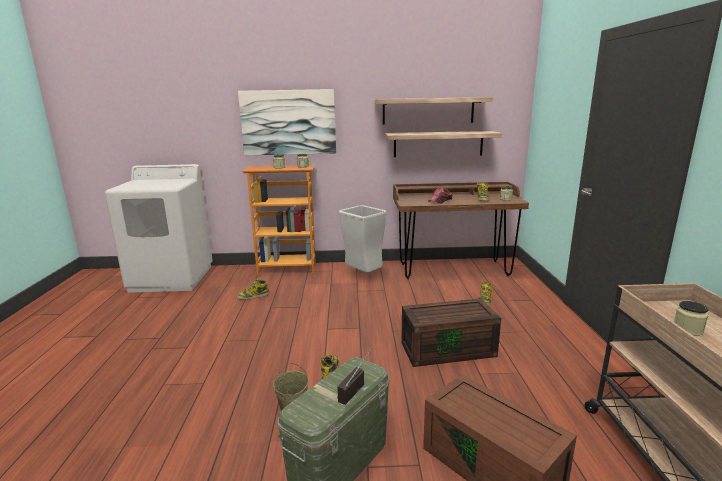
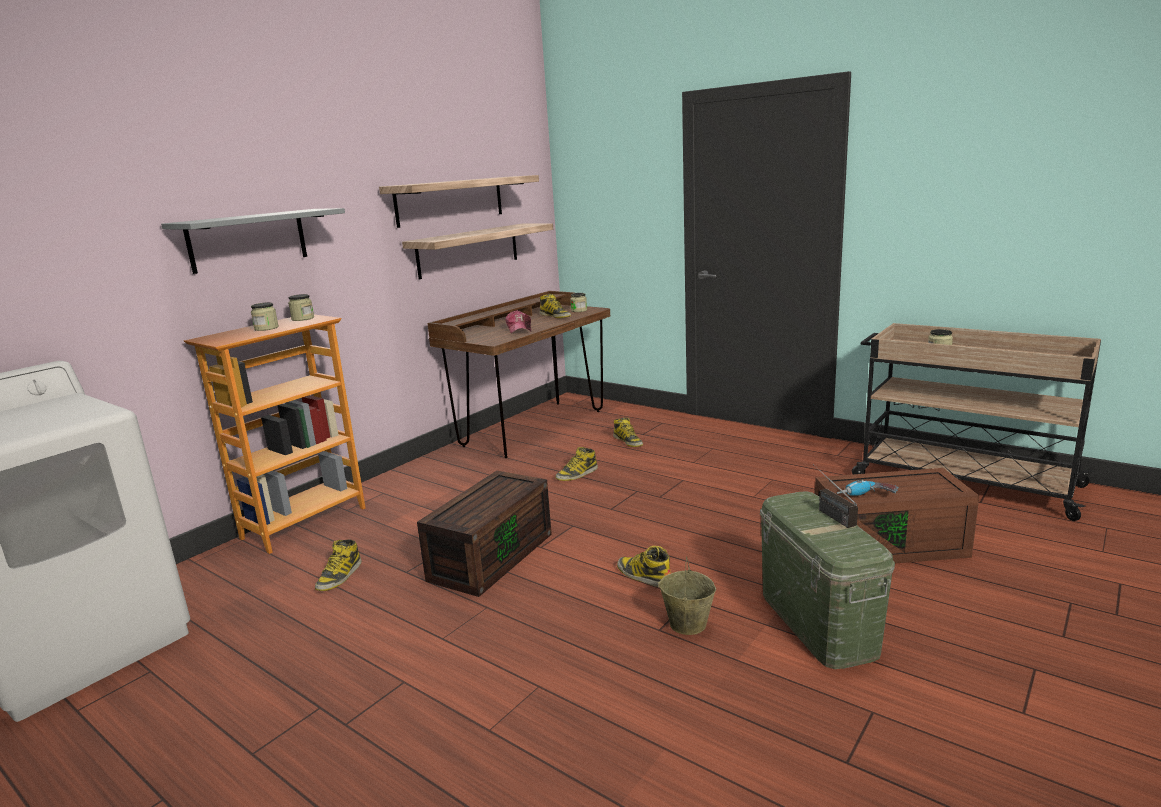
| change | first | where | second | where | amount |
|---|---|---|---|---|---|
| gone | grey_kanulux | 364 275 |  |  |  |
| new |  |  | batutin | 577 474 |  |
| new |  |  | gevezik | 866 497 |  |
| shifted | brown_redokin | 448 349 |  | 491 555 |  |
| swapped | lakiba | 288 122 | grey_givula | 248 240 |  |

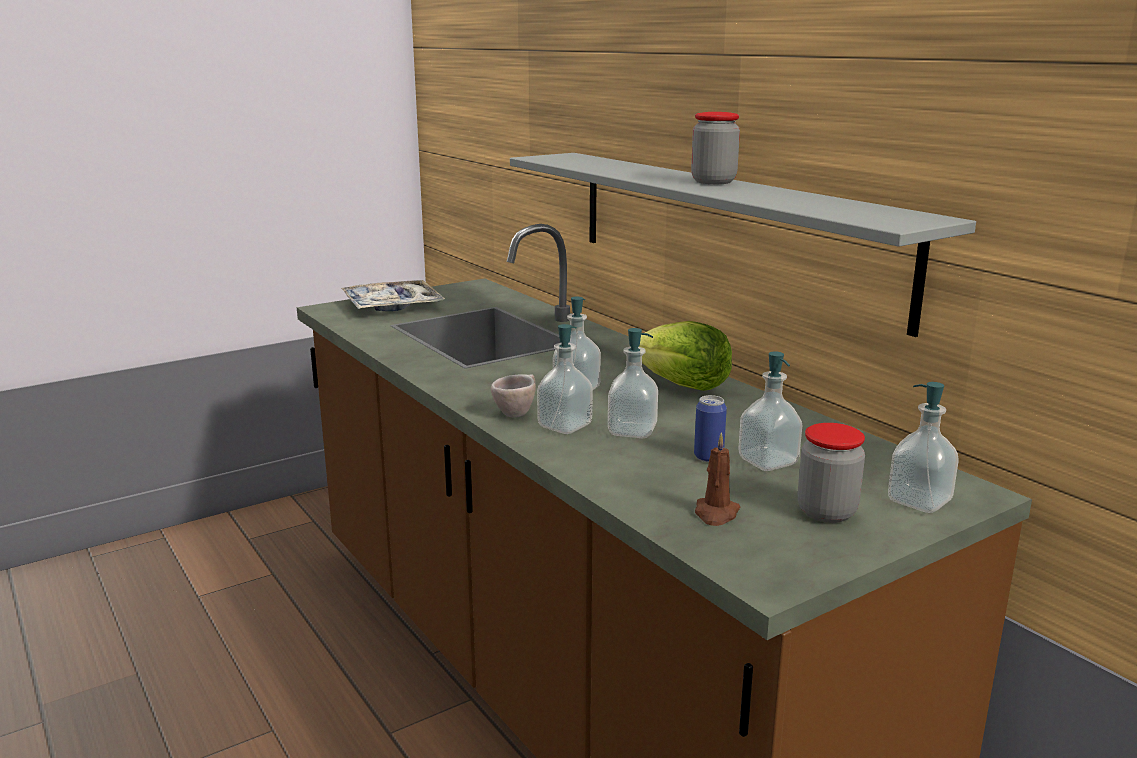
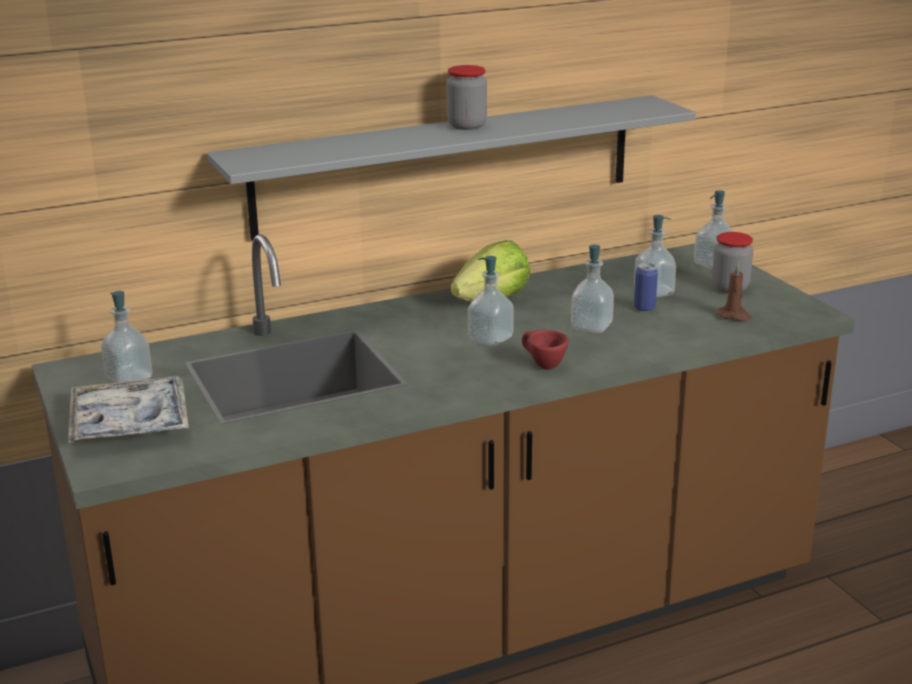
| change | first | where | second | where | amount |
|---|---|---|---|---|---|
| shifted | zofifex | 565 426 |  | 129 378 |  |
| repainted | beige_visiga | 517 413 | red_visiga | 542 365 |  |

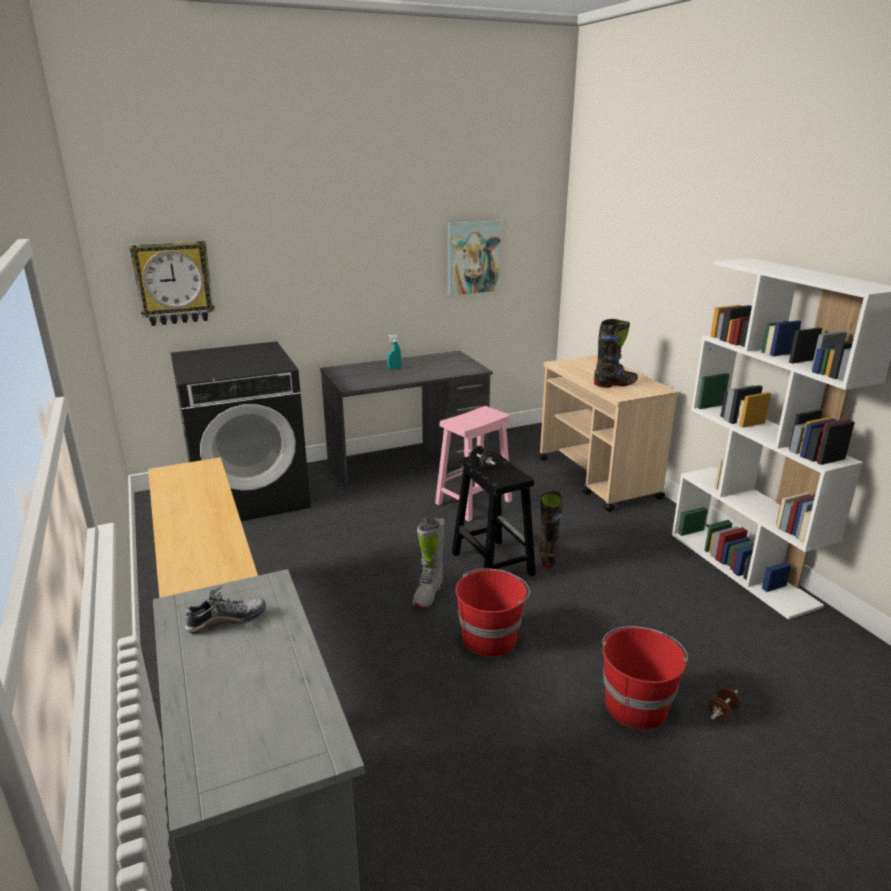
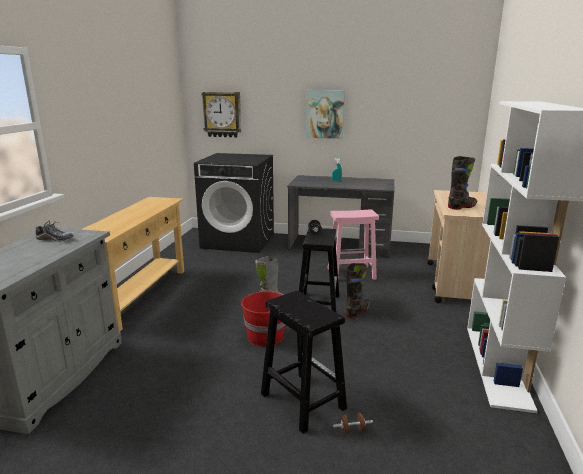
| change | first | where | second | where | amount |
|---|---|---|---|---|---|
| shifted | lakiba | 472 257 |  | 325 114 |  |
| swapped | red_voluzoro | 635 705 | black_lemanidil | 301 401 |  |
| rotated | black_batutin | 615 384 |  | 462 207 | 45 degrees counterclockwise |

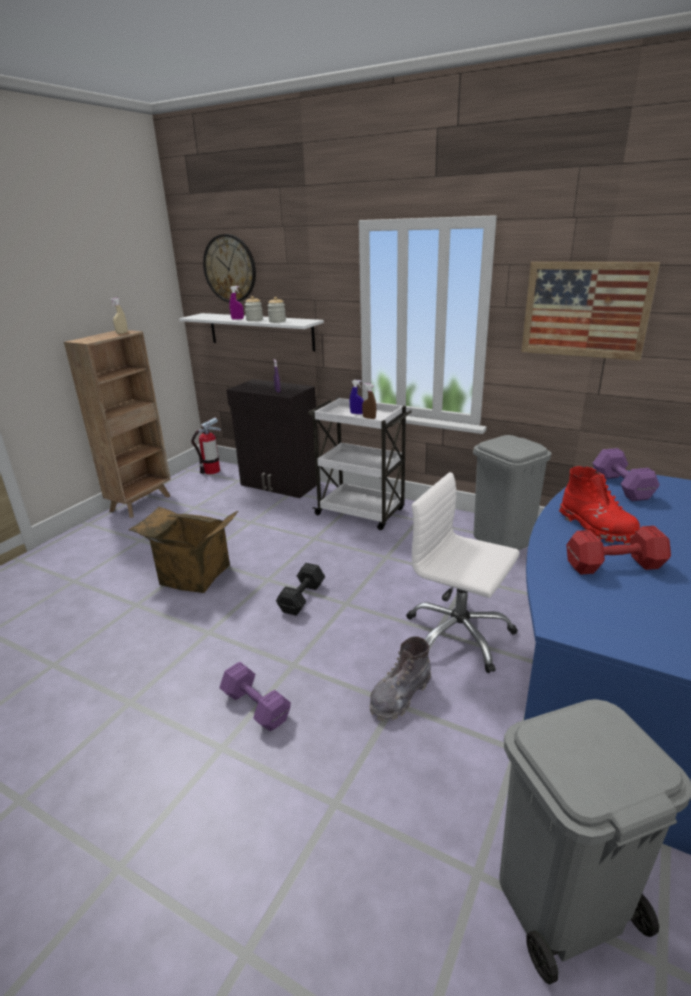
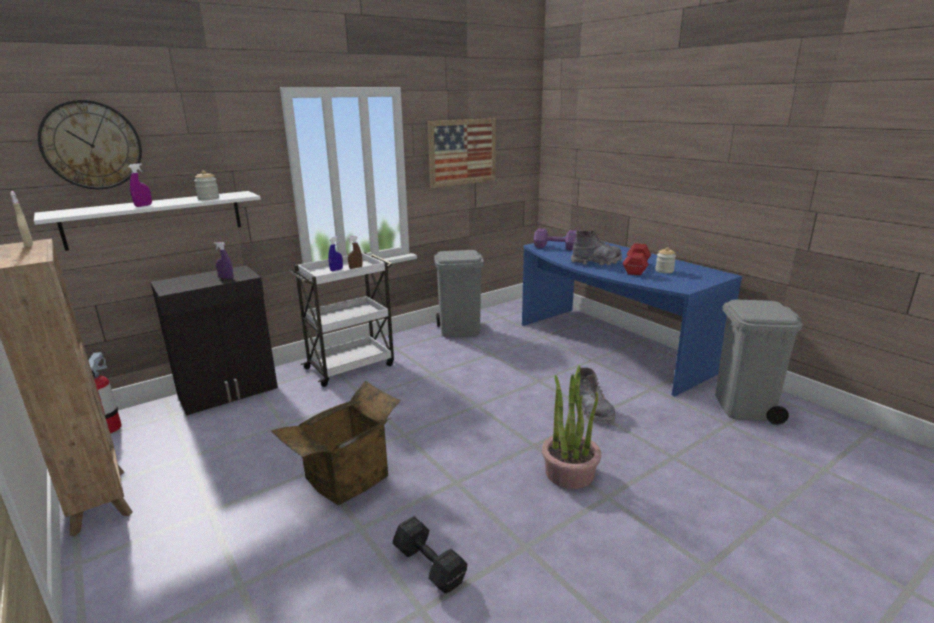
| change | first | where | second | where | amount |
|---|---|---|---|---|---|
| gone | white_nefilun | 458 635 |  |  |  |
| shifted | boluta | 254 320 |  | 664 271 |  |
| shifted | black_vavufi | 303 597 |  | 429 564 |  |
| swapped | purple_vavufi | 255 705 | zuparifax | 569 472 |  |
| repainted | red_batutin | 596 528 | grey_batutin | 596 262 |  |

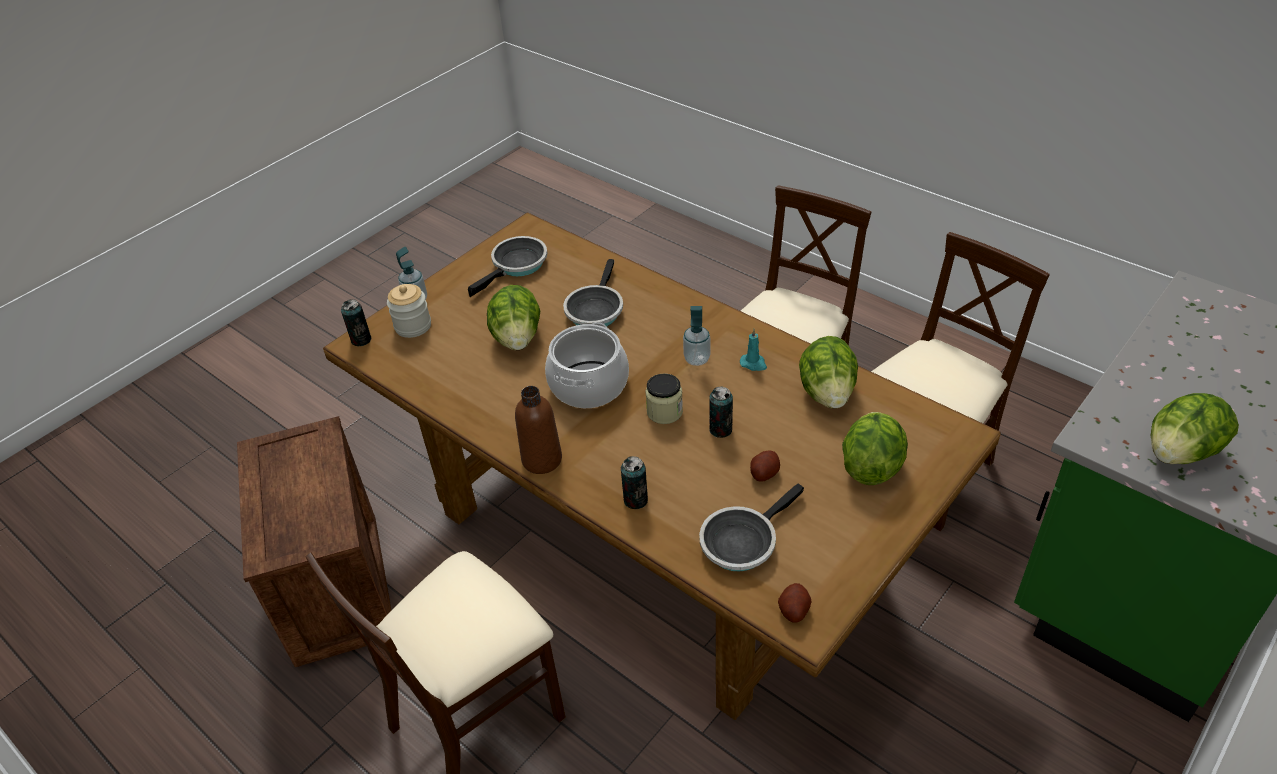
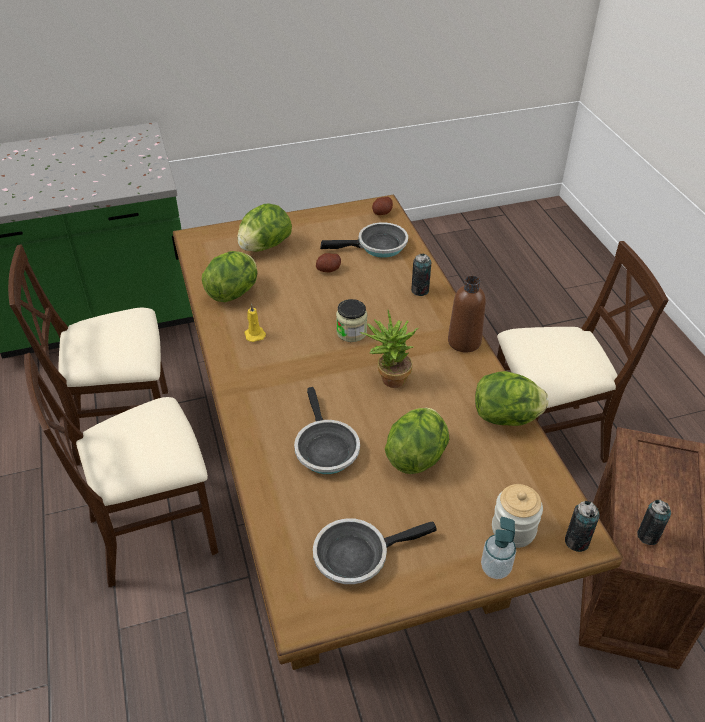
| change | first | where | second | where | amount |
|---|---|---|---|---|---|
| gone | zofifex | 697 359 |  |  |  |
| shifted | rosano | 720 430 |  | 648 536 |  |
| shifted | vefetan | 1180 452 |  | 506 417 |  |
| swapped | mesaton | 589 385 | zuparifax | 388 379 |  |
| repainted | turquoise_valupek | 754 364 | yellow_valupek | 254 334 |  |
| rotated | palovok | 595 310 |  | 325 448 | 120 degrees clockwise |

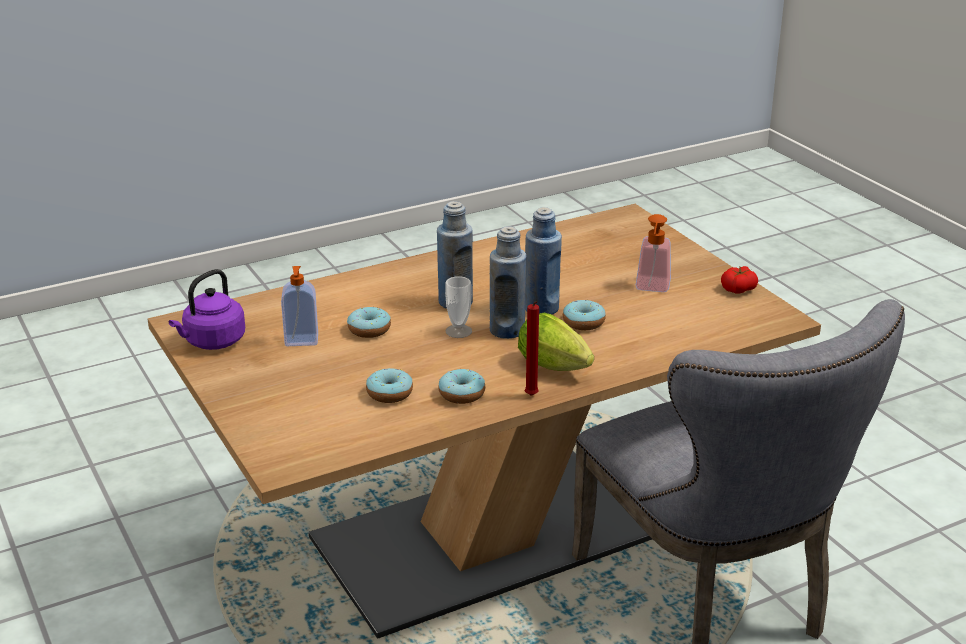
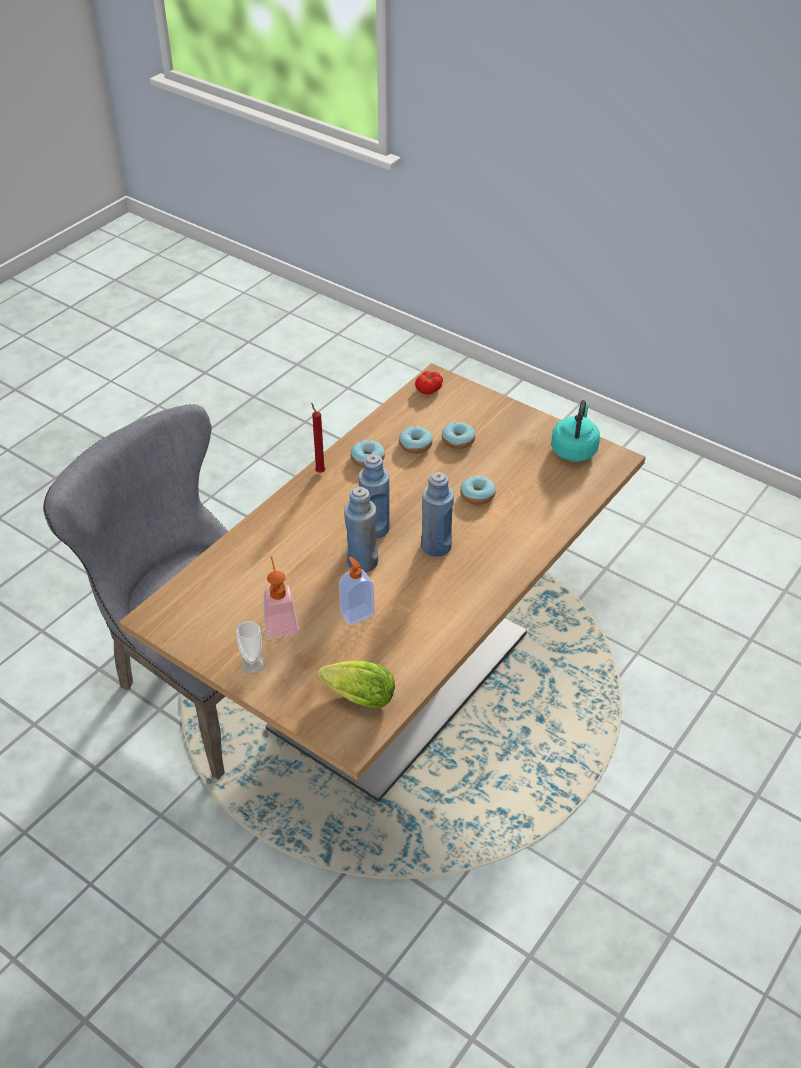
| change | first | where | second | where | amount |
|---|---|---|---|---|---|
| shifted | zofifex | 301 341 |  | 356 613 |  |
| shifted | visiga | 458 331 |  | 253 664 |  |
| shifted | vefetan | 557 368 |  | 355 697 |  |
| shifted | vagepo | 583 322 |  | 458 440 |  |
| shifted | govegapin | 738 289 |  | 429 389 |  |
| repainted | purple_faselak | 212 342 | turquoise_faselak | 574 449 |  |

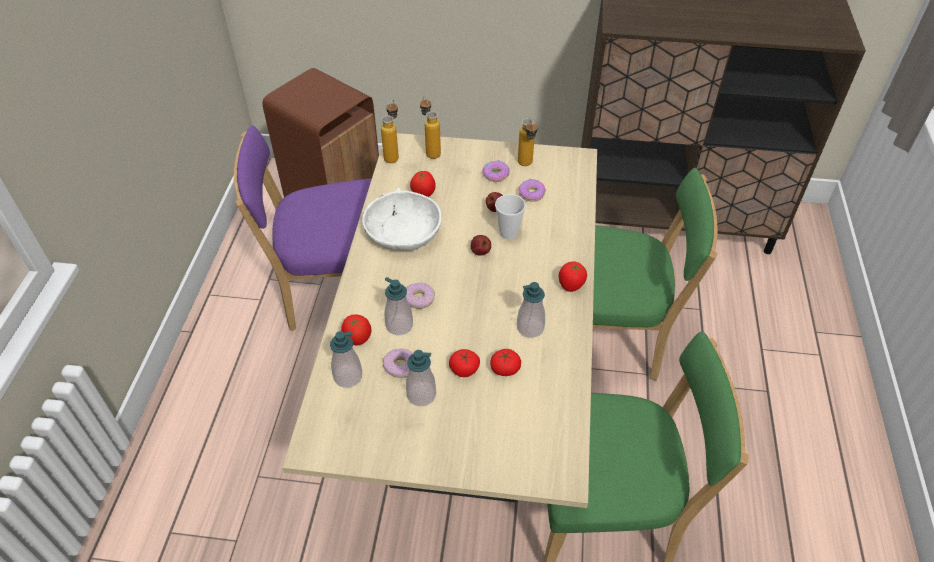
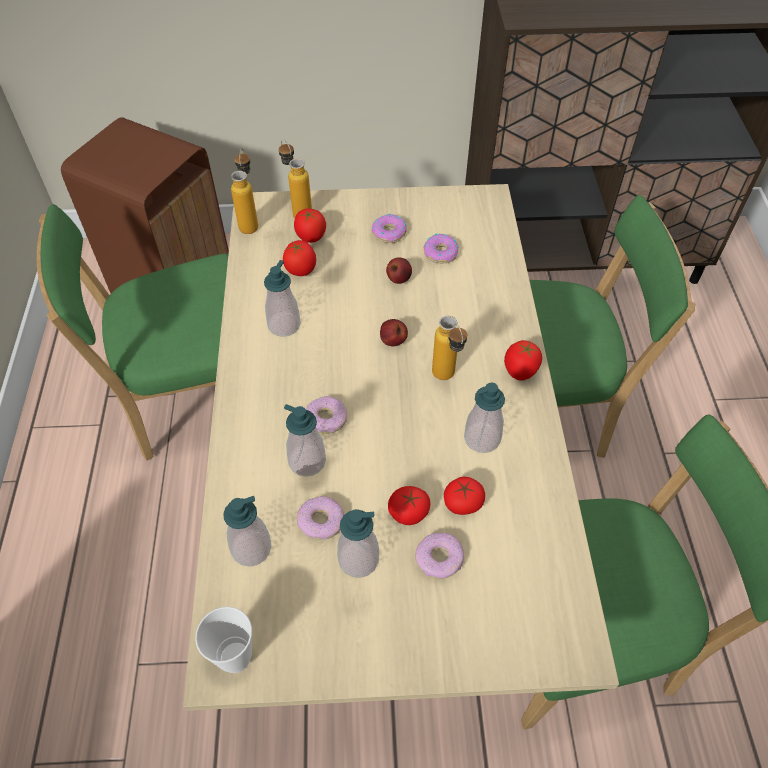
| change | first | where | second | where | amount |
|---|---|---|---|---|---|
| new |  |  | vagepo | 439 559 |  |
| shifted | govegapin | 357 338 |  | 310 237 |  |
| shifted | visiga | 508 233 |  | 235 657 |  |
| shifted | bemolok | 526 166 |  | 447 379 |  |
| swapped | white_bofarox | 402 231 | zofifex | 284 325 |  |
| repainted | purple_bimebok | 332 291 | green_bimebok | 191 400 |  |

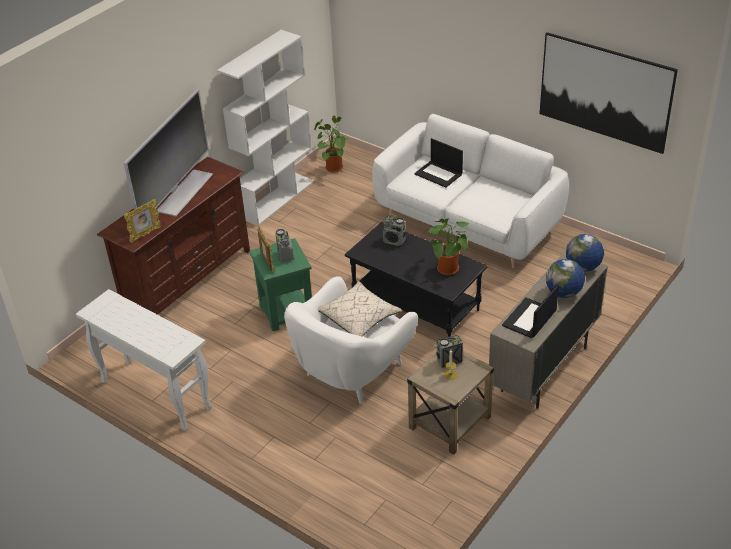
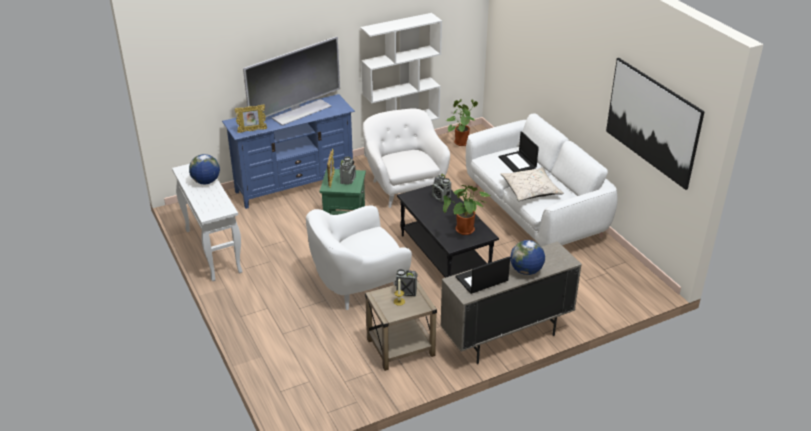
| change | first | where | second | where | amount |
|---|---|---|---|---|---|
| new |  |  | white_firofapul | 404 188 |  |
| shifted | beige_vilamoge | 358 317 |  | 530 190 |  |
| shifted | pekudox | 583 267 |  | 206 182 |  |
| repainted | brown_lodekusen | 188 281 | blue_lodekusen | 295 185 |  |

